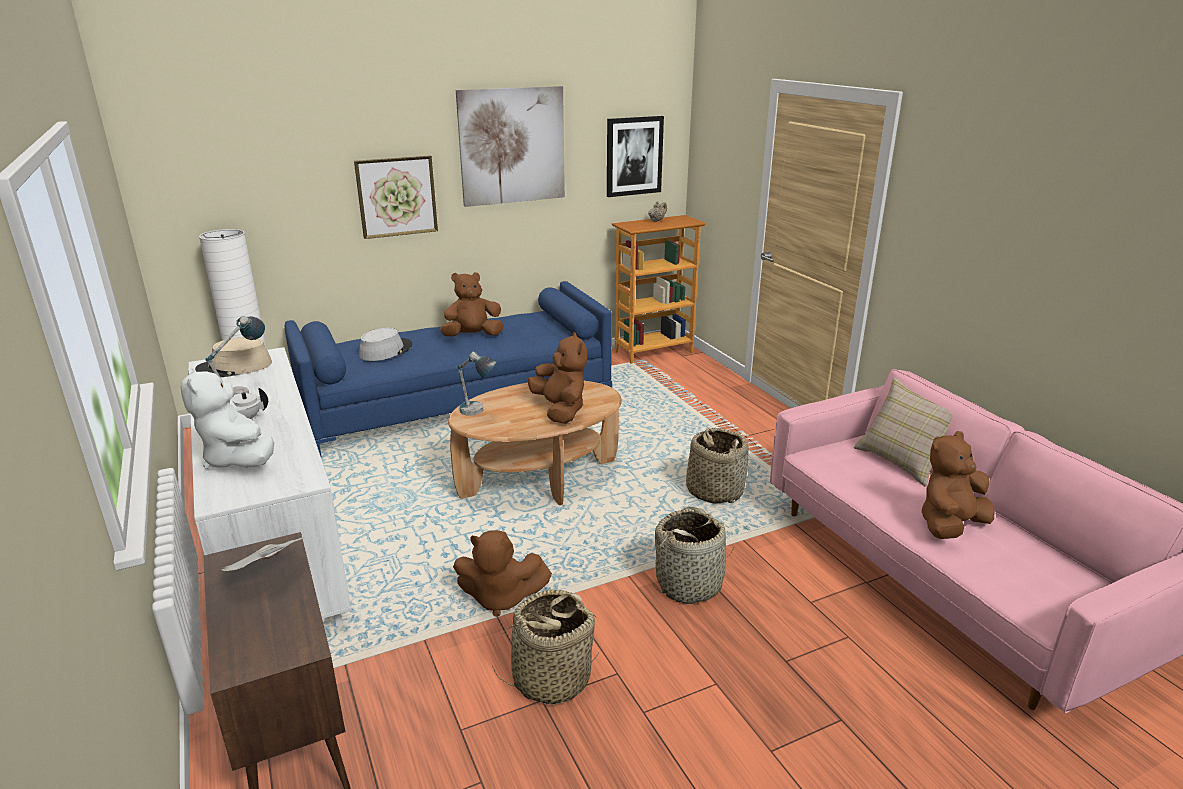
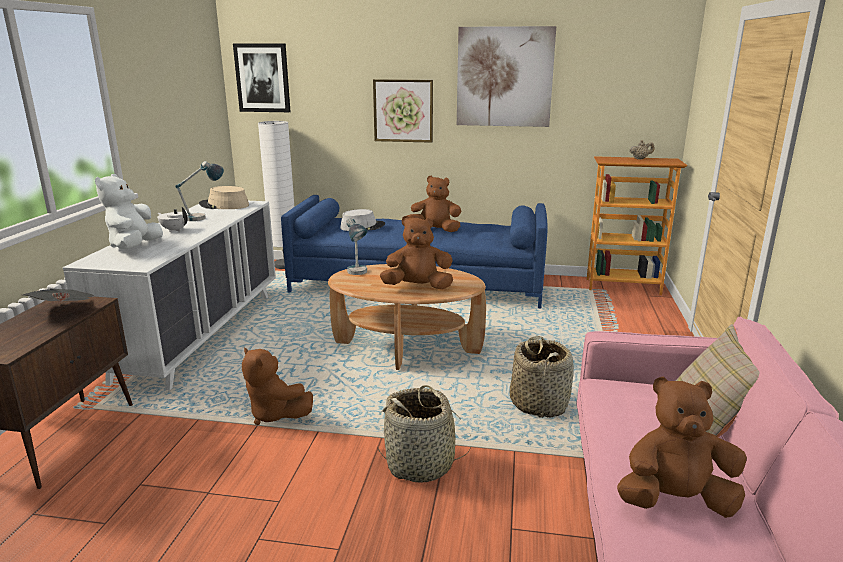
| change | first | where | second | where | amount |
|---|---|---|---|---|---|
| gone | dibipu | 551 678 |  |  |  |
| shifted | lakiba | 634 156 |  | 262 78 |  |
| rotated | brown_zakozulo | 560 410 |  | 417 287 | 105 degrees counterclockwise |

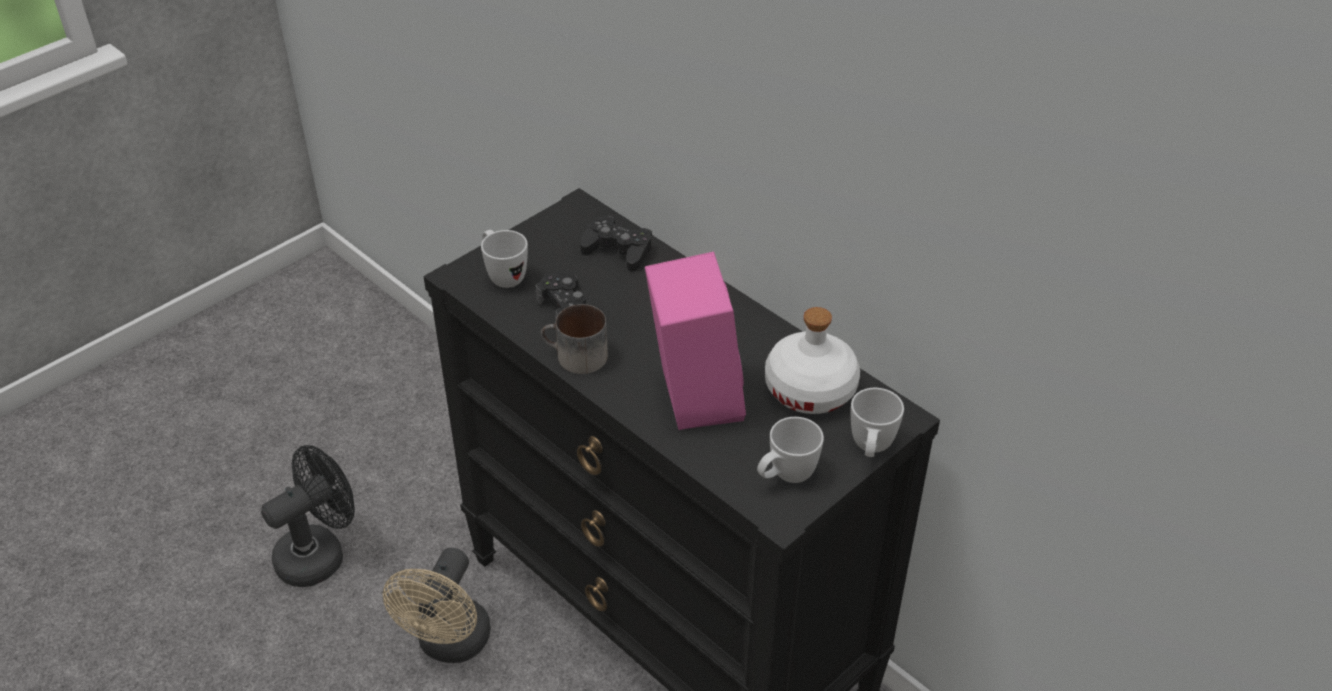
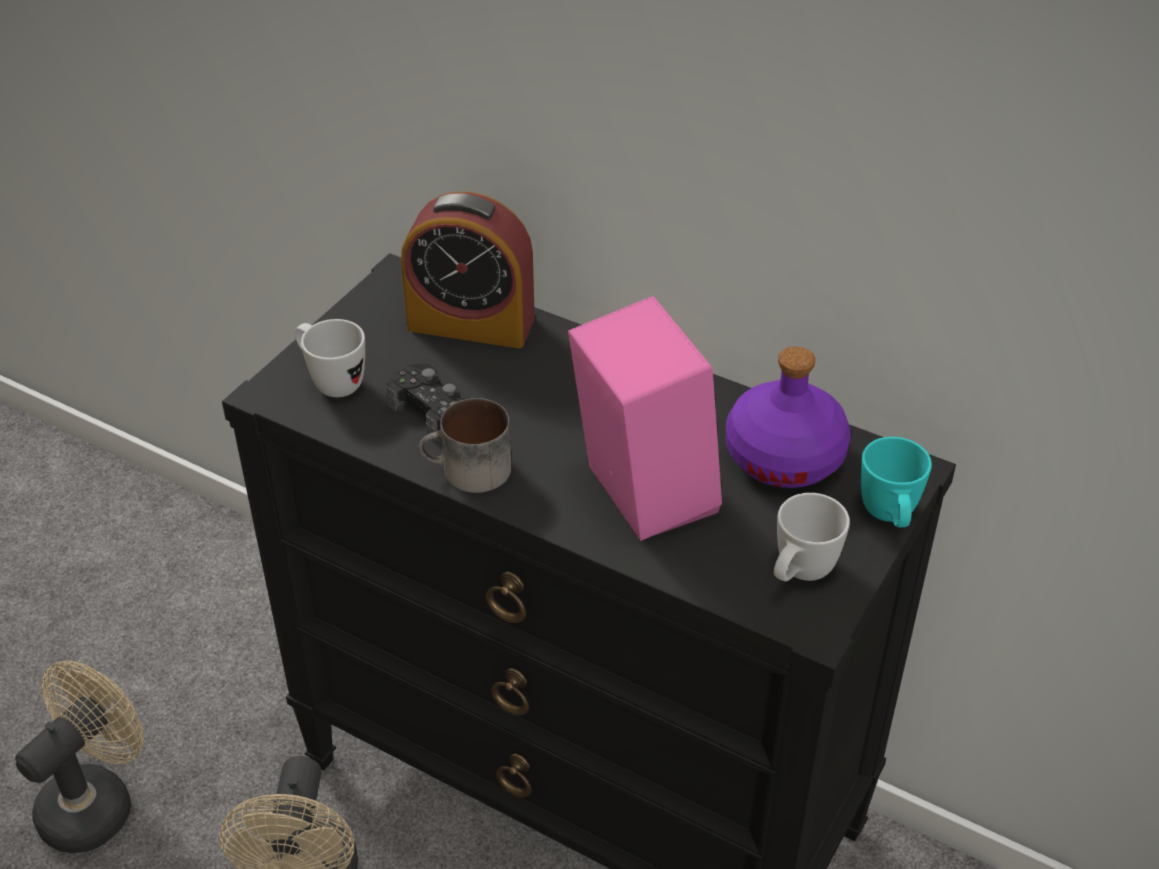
| change | first | where | second | where | amount |
|---|---|---|---|---|---|
| swapped | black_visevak | 618 250 | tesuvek | 471 323 |  |
| repainted | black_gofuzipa | 319 554 | beige_gofuzipa | 96 801 |  |
| repainted | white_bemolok | 811 389 | purple_bemolok | 784 455 |  |
| repainted | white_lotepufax | 871 449 | turquoise_lotepufax | 889 518 |  |

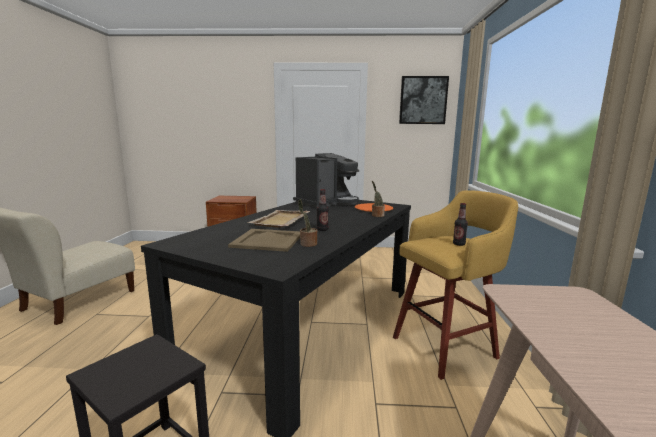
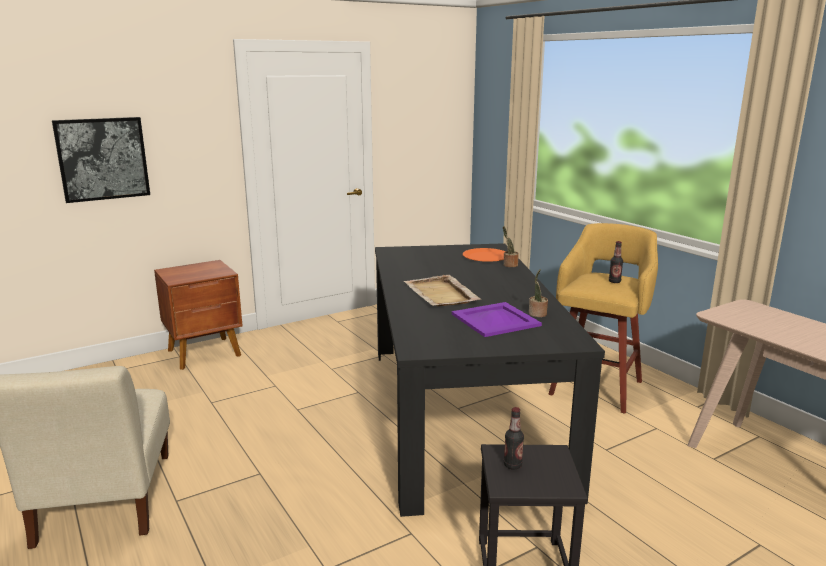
| change | first | where | second | where | amount |
|---|---|---|---|---|---|
| gone | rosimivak | 327 203 |  |  |  |
| shifted | bemolok | 322 229 |  | 512 465 |  |
| shifted | lakiba | 423 100 |  | 102 159 |  |
| repainted | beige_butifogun | 268 240 | purple_butifogun | 495 319 |  |

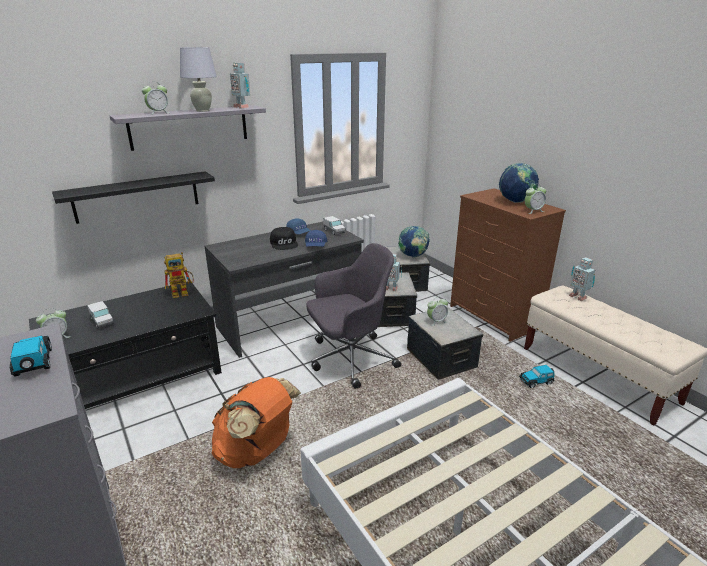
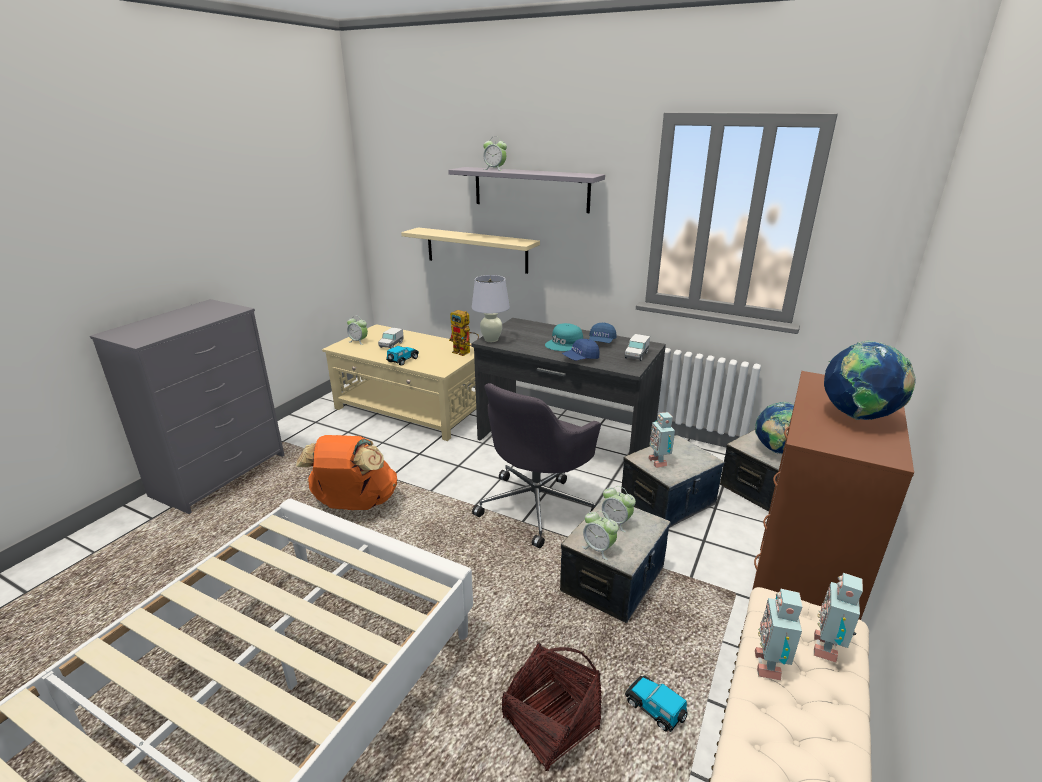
| change | first | where | second | where | amount |
|---|---|---|---|---|---|
| new |  |  | dibipu | 551 724 |  |
| shifted | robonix | 34 363 |  | 402 360 |  |
| shifted | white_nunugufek | 203 110 |  | 491 340 |  |
| shifted | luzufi | 242 107 |  | 770 665 |  |
| shifted | tesuvek | 533 211 |  | 598 549 |  |
| repainted | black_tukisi | 138 376 | beige_tukisi | 412 408 |  |
| repainted | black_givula | 137 197 | beige_givula | 476 250 |  |
| repainted | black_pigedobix | 284 243 | turquoise_pigedobix | 564 344 |  |
| rotated | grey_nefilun | 350 359 |  | 537 505 | 90 degrees clockwise |

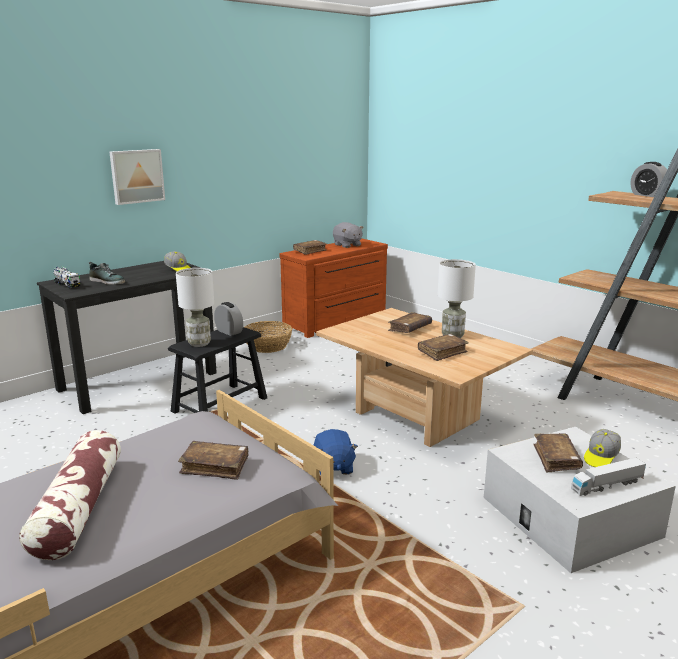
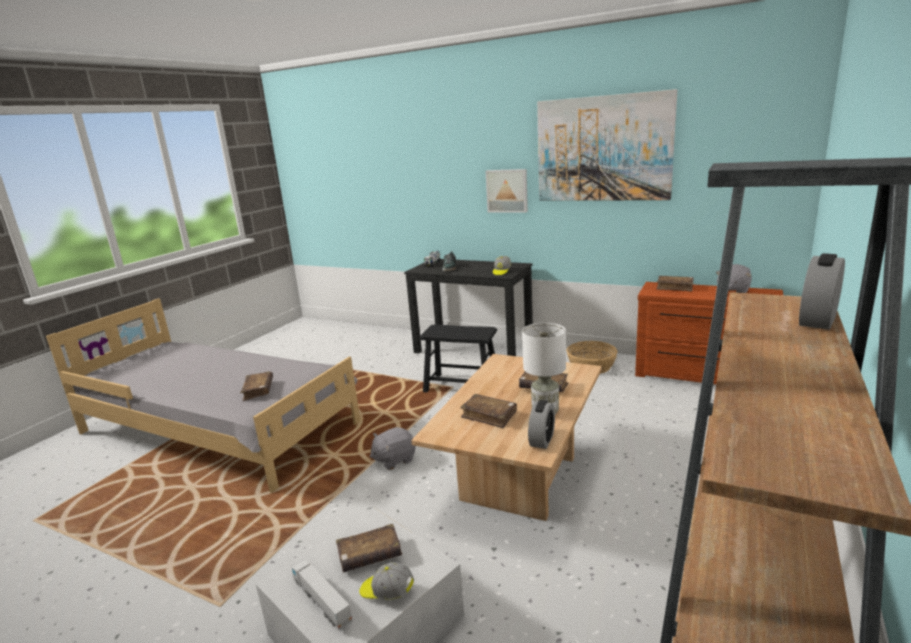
| change | first | where | second | where | amount |
|---|---|---|---|---|---|
| gone | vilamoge | 79 508 |  |  |  |
| gone | white_nunugufek | 200 344 |  |  |  |
| new |  |  | lakiba | 603 149 |  |
| shifted | tesuvek | 229 332 |  | 542 440 |  |
| repainted | blue_zakozulo | 333 467 | grey_zakozulo | 394 459 |  |

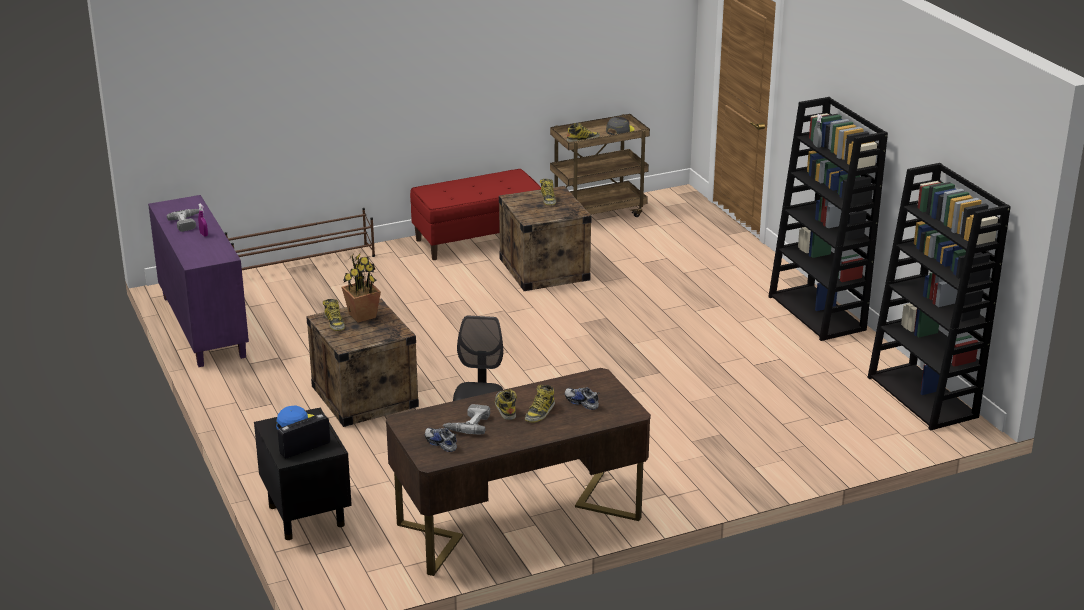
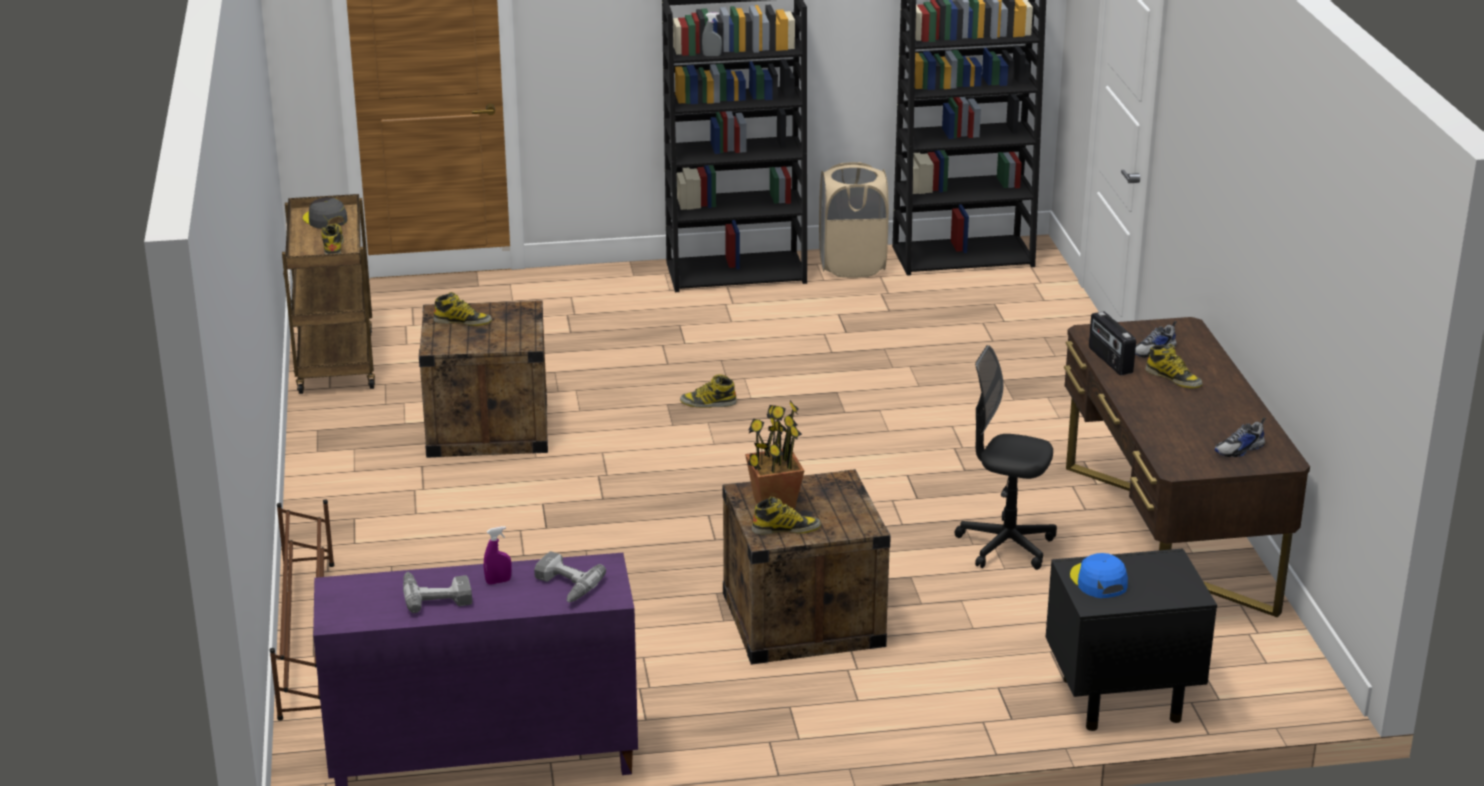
| change | first | where | second | where | amount |
|---|---|---|---|---|---|
| gone | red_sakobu | 478 239 |  |  |  |
| new |  |  | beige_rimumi | 852 265 |  |
| shifted | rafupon | 304 448 |  | 1109 361 |  |
| shifted | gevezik | 467 424 |  | 564 586 |  |
| shifted | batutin | 505 408 |  | 708 403 |  |

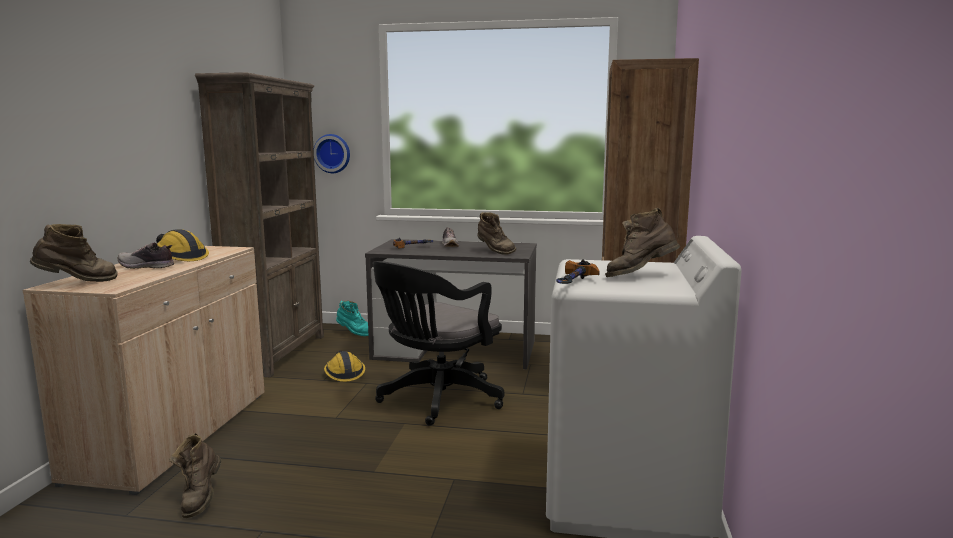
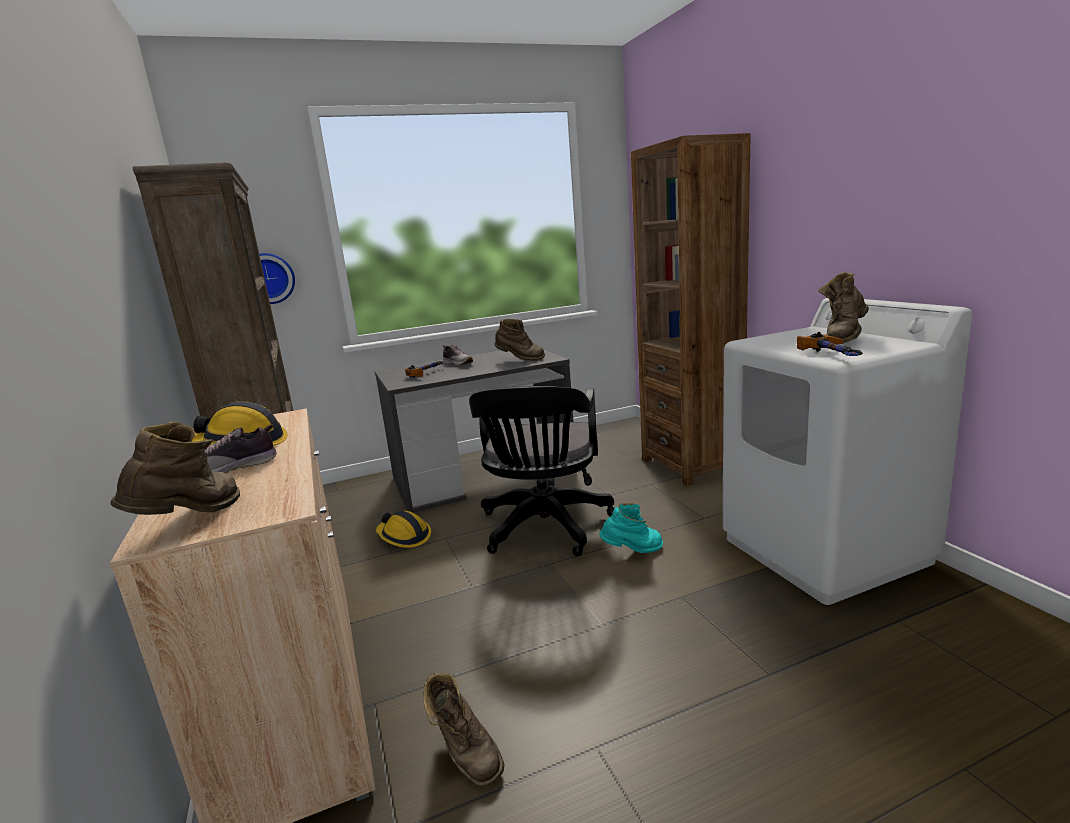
| change | first | where | second | where | amount |
|---|---|---|---|---|---|
| shifted | turquoise_batutin | 354 333 |  | 633 551 |  |

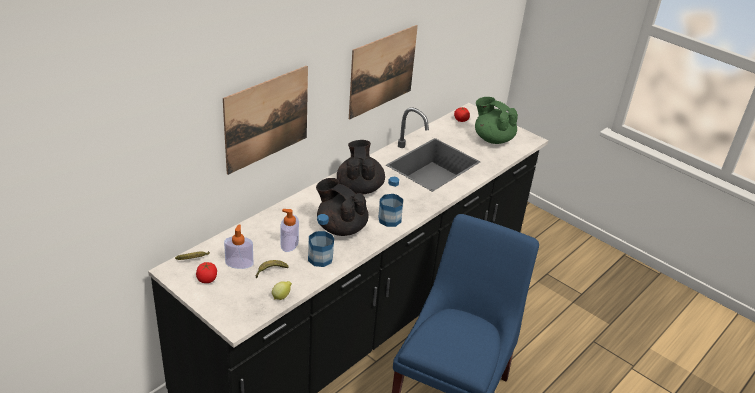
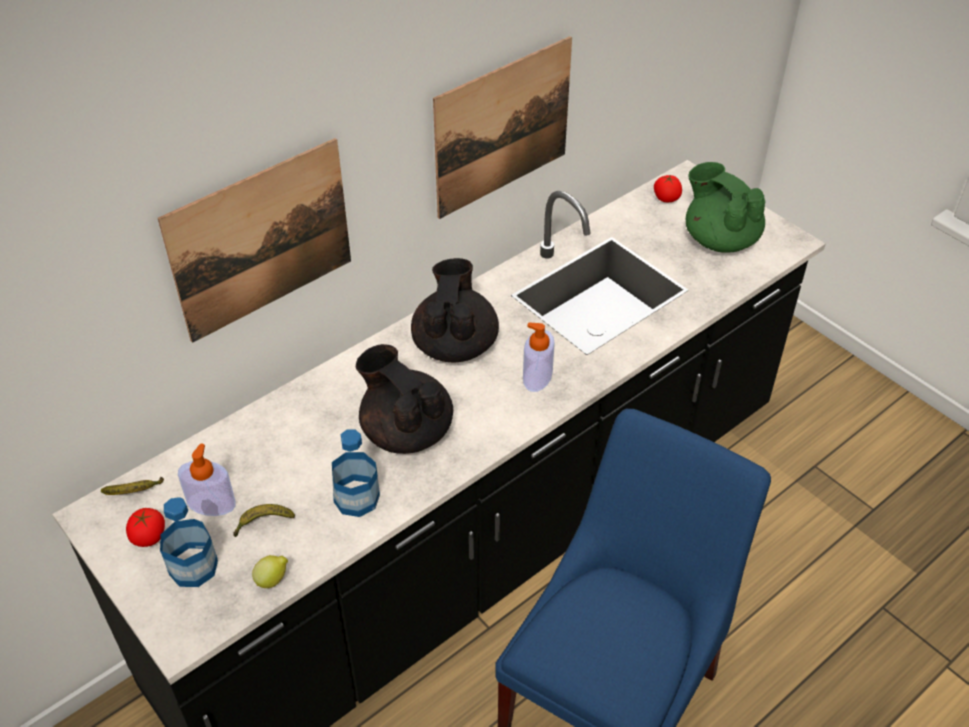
| change | first | where | second | where | amount |
|---|---|---|---|---|---|
| shifted | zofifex | 289 244 |  | 537 376 |  |
| shifted | bemolok | 389 219 |  | 193 567 |  |

